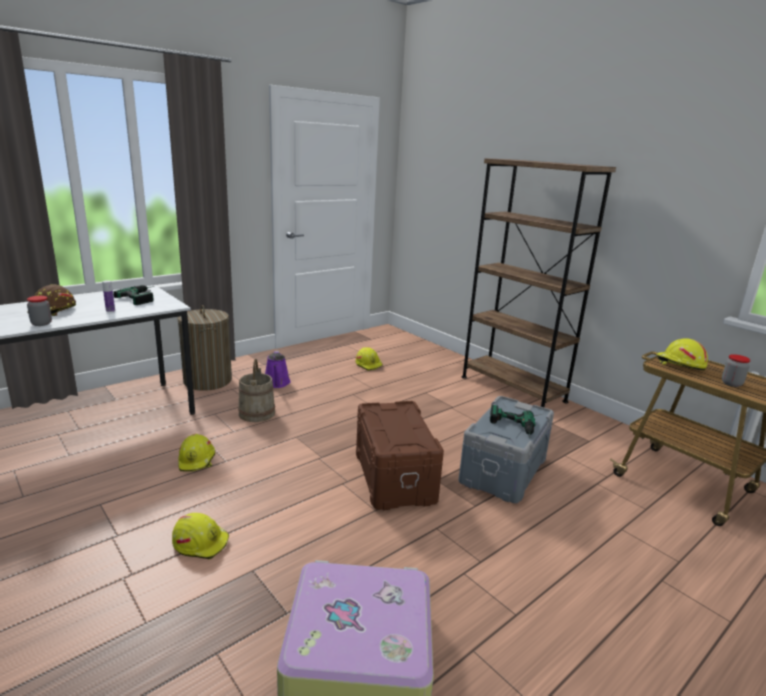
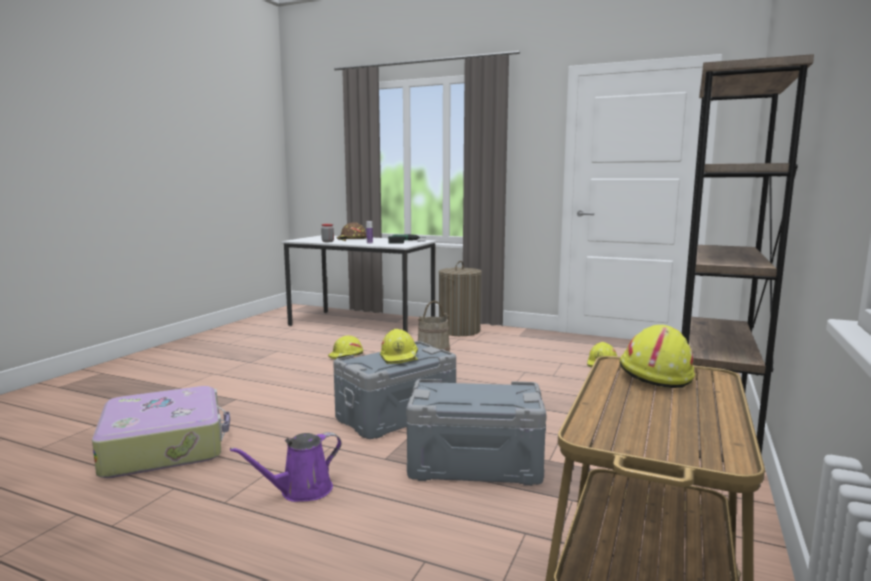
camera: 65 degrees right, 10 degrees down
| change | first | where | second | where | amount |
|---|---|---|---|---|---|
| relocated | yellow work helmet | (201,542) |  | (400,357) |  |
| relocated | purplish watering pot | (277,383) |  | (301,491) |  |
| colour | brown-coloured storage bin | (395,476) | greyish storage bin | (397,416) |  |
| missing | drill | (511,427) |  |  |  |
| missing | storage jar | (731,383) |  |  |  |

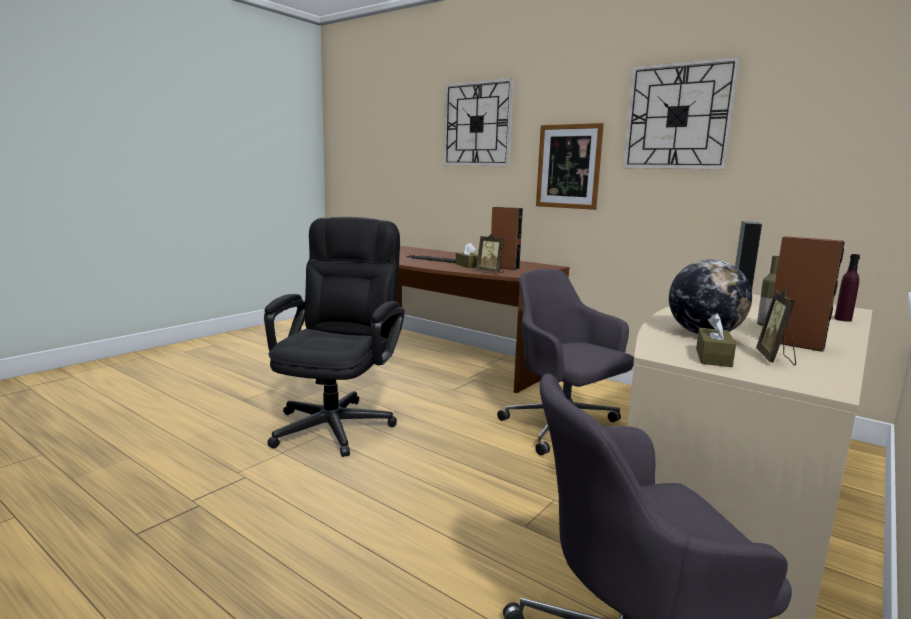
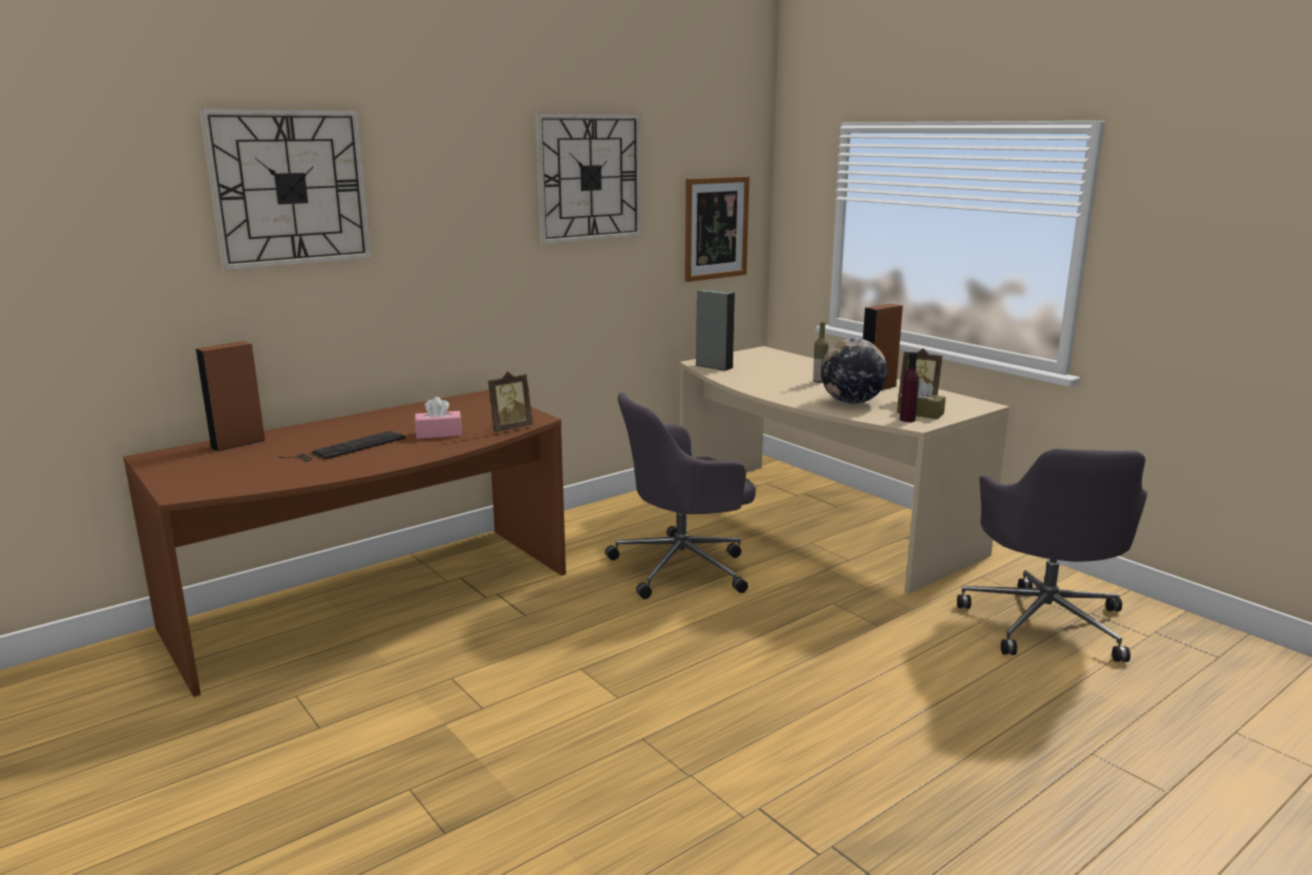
camera: 75 degrees left, 5 degrees up
| change | first | where | second | where | amount |
|---|---|---|---|---|---|
| missing | blackish office chair | (338,421) |  |  |  |
| colour | brown-coloured tissue box | (467,265) | pink tissue box | (439,433) |  |
| relocated | brown-coloured loudspeaker | (504,267) |  | (238,443) |  |
| relocated | picture | (568,166) |  | (716,228) |  |
| relocated | purplish drink bottle | (843,319) |  | (907,419) |  |

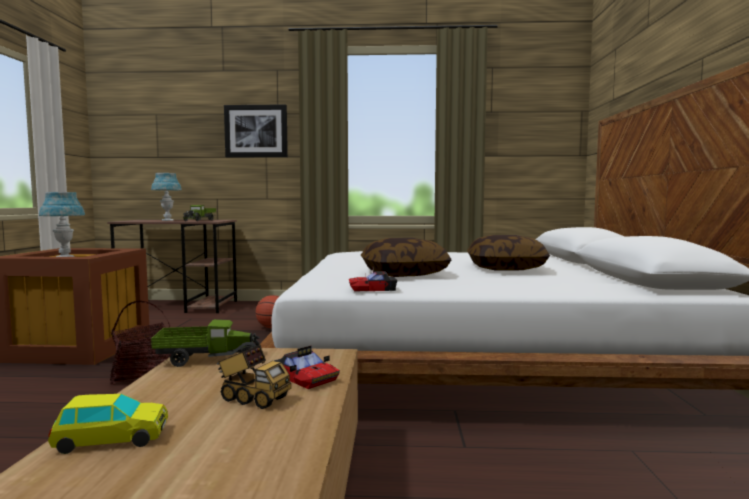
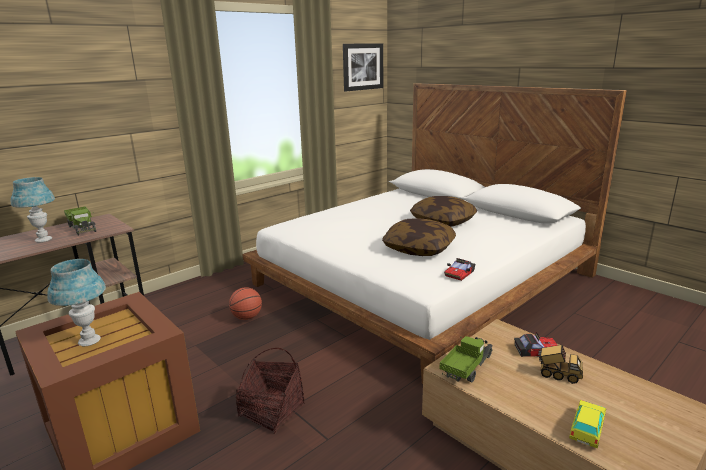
camera: 45 degrees left, 15 degrees up
| change | first | where | second | where | amount |
|---|---|---|---|---|---|
| spun | toy lorry | (253,399) |  | (558,375) | 45 degrees clockwise |
| relocated | picture | (256,131) |  | (362,67) |  |

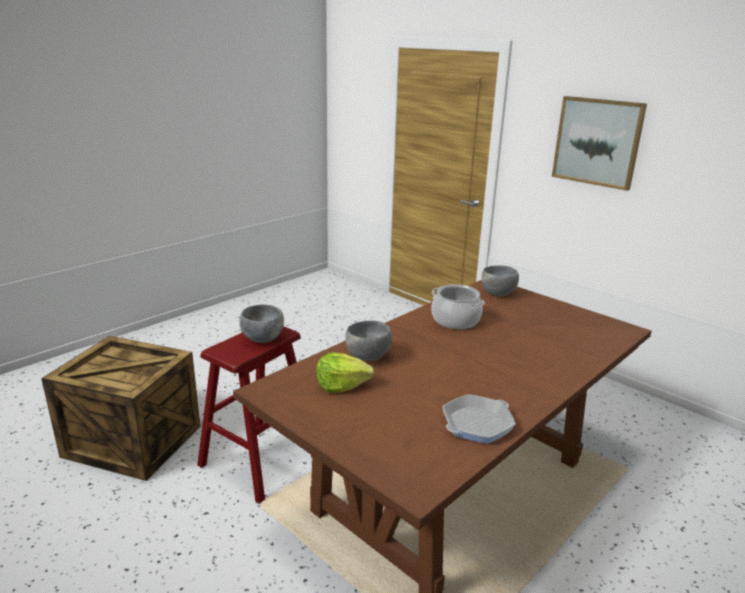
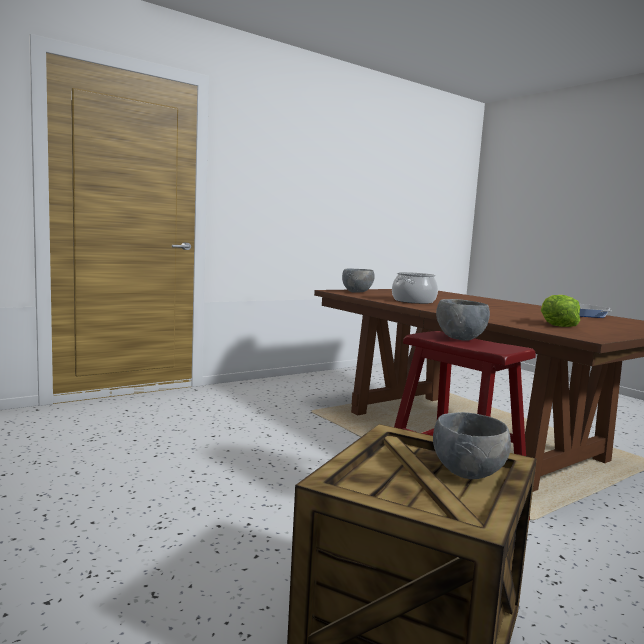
camera: 80 degrees left, 15 degrees down
| change | first | where | second | where | amount |
|---|---|---|---|---|---|
| relocated | greyish serving bowl | (368,357) |  | (467,473) |  |
| missing | picture | (597,142) |  |  |  |

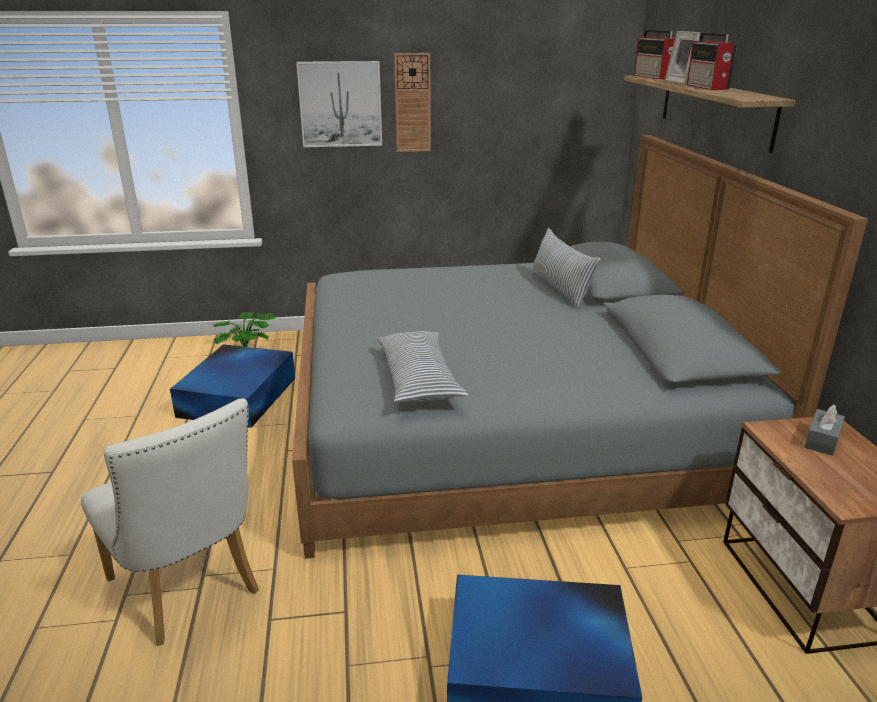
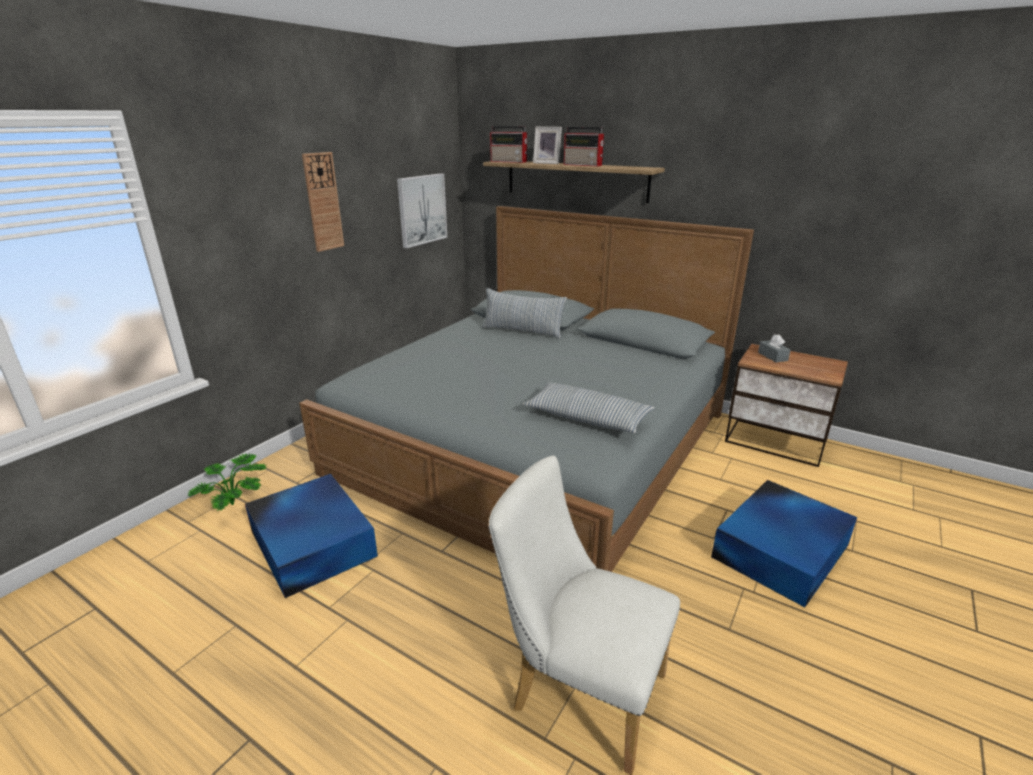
camera: 50 degrees left, 0 degrees up
| change | first | where | second | where | amount |
|---|---|---|---|---|---|
| spun | white chair | (189,591) |  | (578,688) | 150 degrees counterclockwise |
| relocated | picture | (340,104) |  | (422,209) |  |

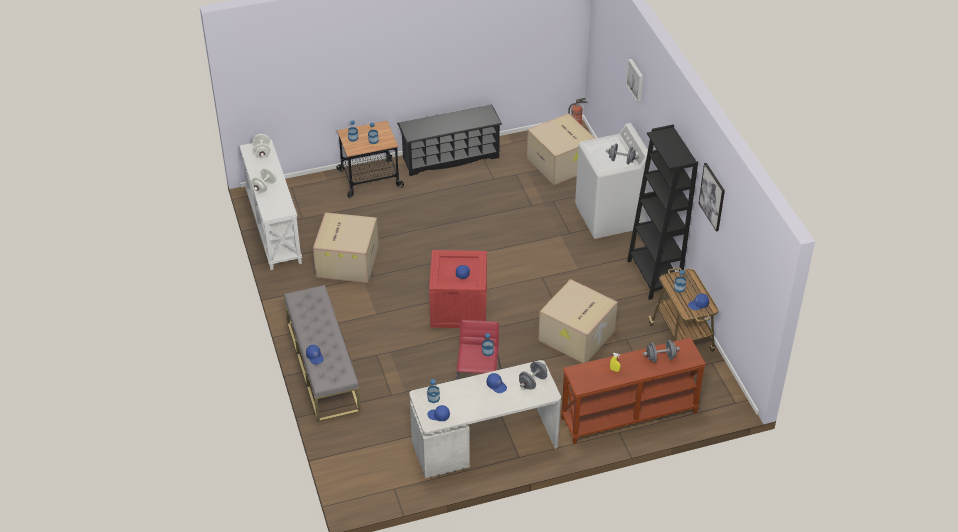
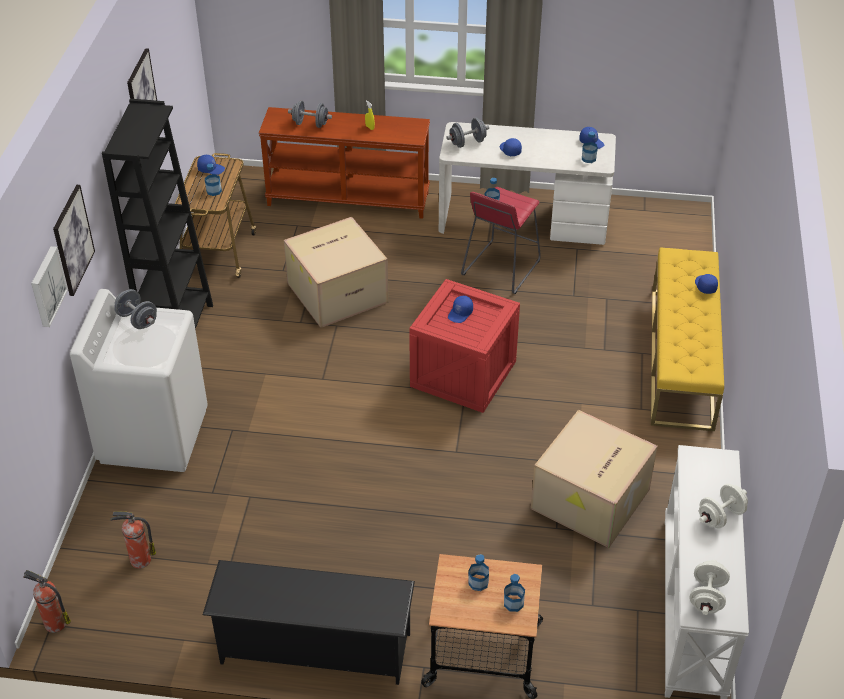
camera: 155 degrees left, 0 degrees up
| change | first | where | second | where | amount |
|---|---|---|---|---|---|
| colour | greyish indoor bench | (322,366) | yellow indoor bench | (681,358) |  |
| exchanged | cardboard box | (561,163) | fire-fighting cylinder | (139,560) |  |
| appeared |  |  | picture | (72,240) |  |

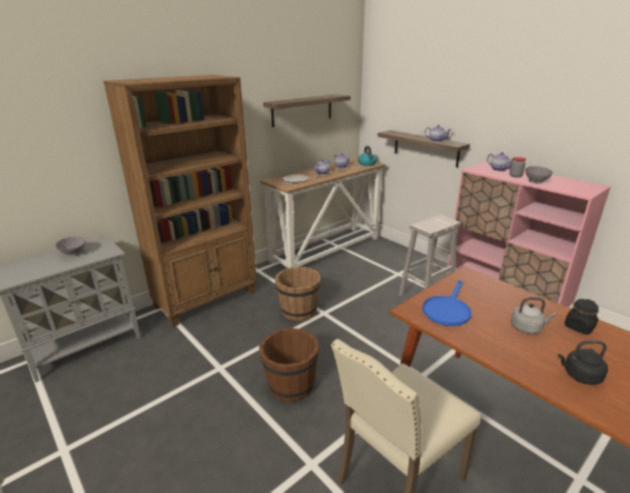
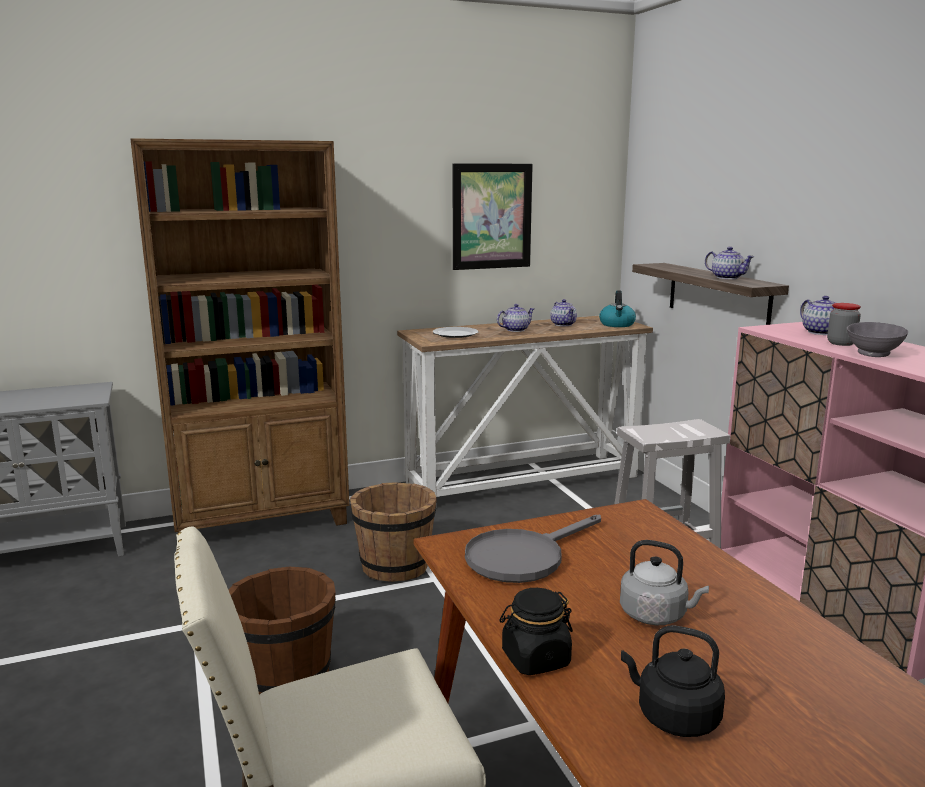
camera: 20 degrees right, 10 degrees down
| change | first | where | second | where | amount |
|---|---|---|---|---|---|
| missing | greyish serving bowl | (73,254) |  |  |  |
| exchanged | bracket shelf | (302,110) | picture | (492,216) |  |
| colour | bluish skillet | (447,309) | greyish skillet | (523,557) |  |
| relocated | blackish storage jar | (579,327) |  | (535,659) |  |

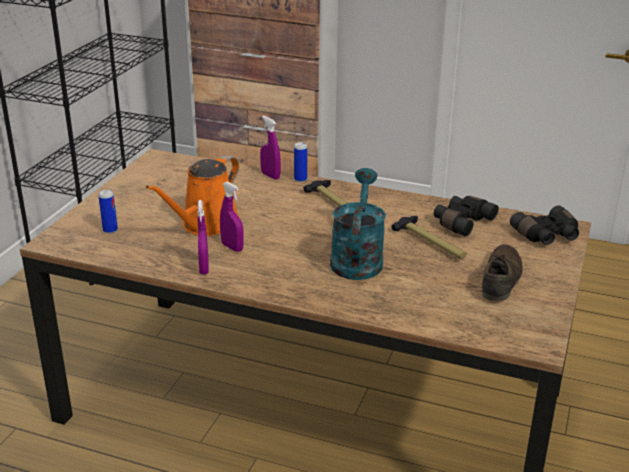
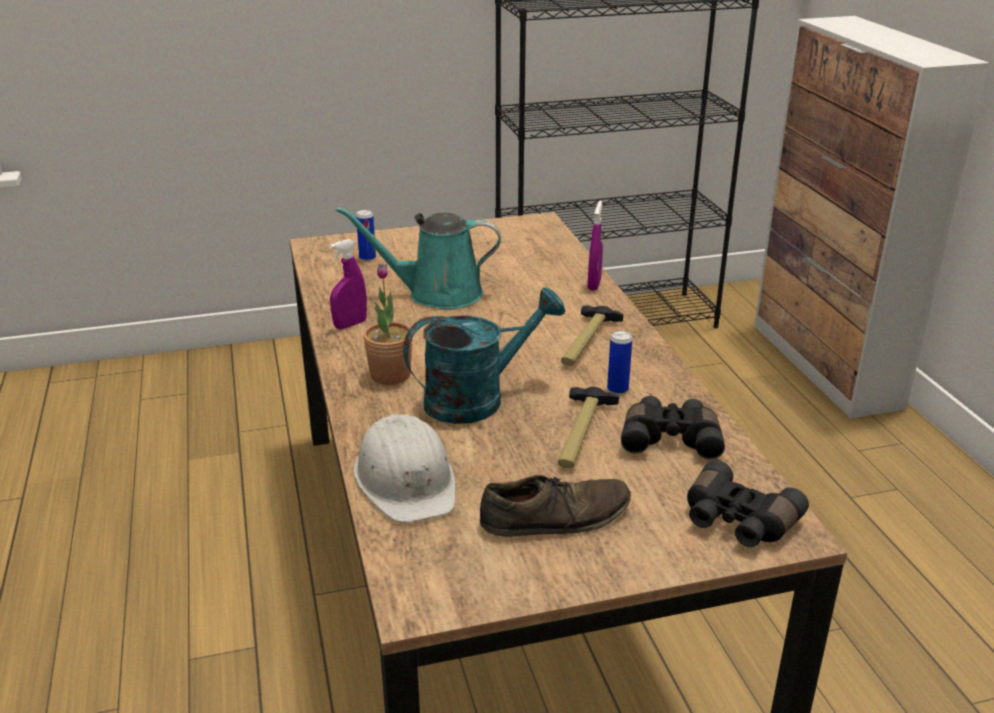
camera: 55 degrees right, 0 degrees up
| change | first | where | second | where | amount |
|---|---|---|---|---|---|
| colour | orange-coloured watering pot | (206,225) | turquoise-coloured watering pot | (437,294) |  |
| missing | purplish spray bottle | (232,247) |  |  |  |
| relocated | sealed can | (300,179) |  | (617,389) |  |
| appeared |  |  | white work helmet | (406,480) |  |
| appeared |  |  | potted plant | (390,375) |  |

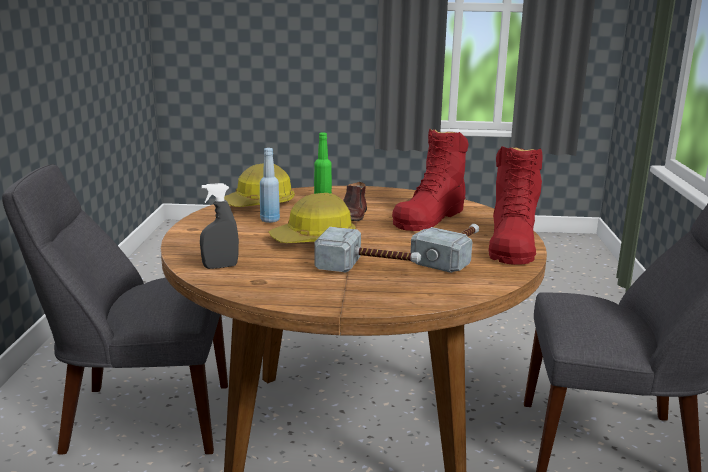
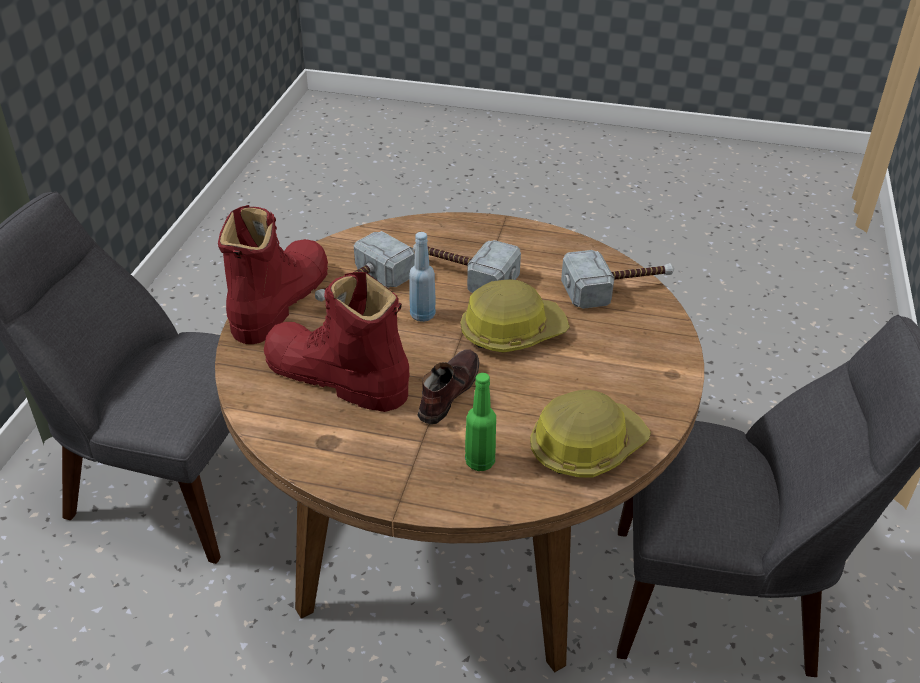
camera: 170 degrees left, 20 degrees up
| change | first | where | second | where | amount |
|---|---|---|---|---|---|
| exchanged | greyish spray bottle | (220,266) | hand hammer | (618,288) |  |
| relocated | bluish drink bottle | (270,220) |  | (422,315) |  |
| spun | red-coloured tall boot | (430,217) |  | (336,377) | 105 degrees counterclockwise |

